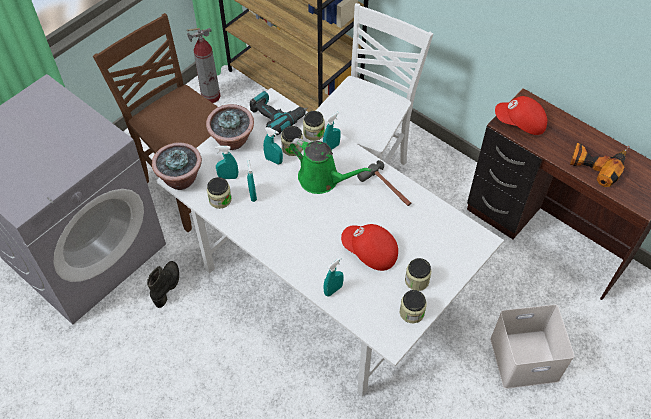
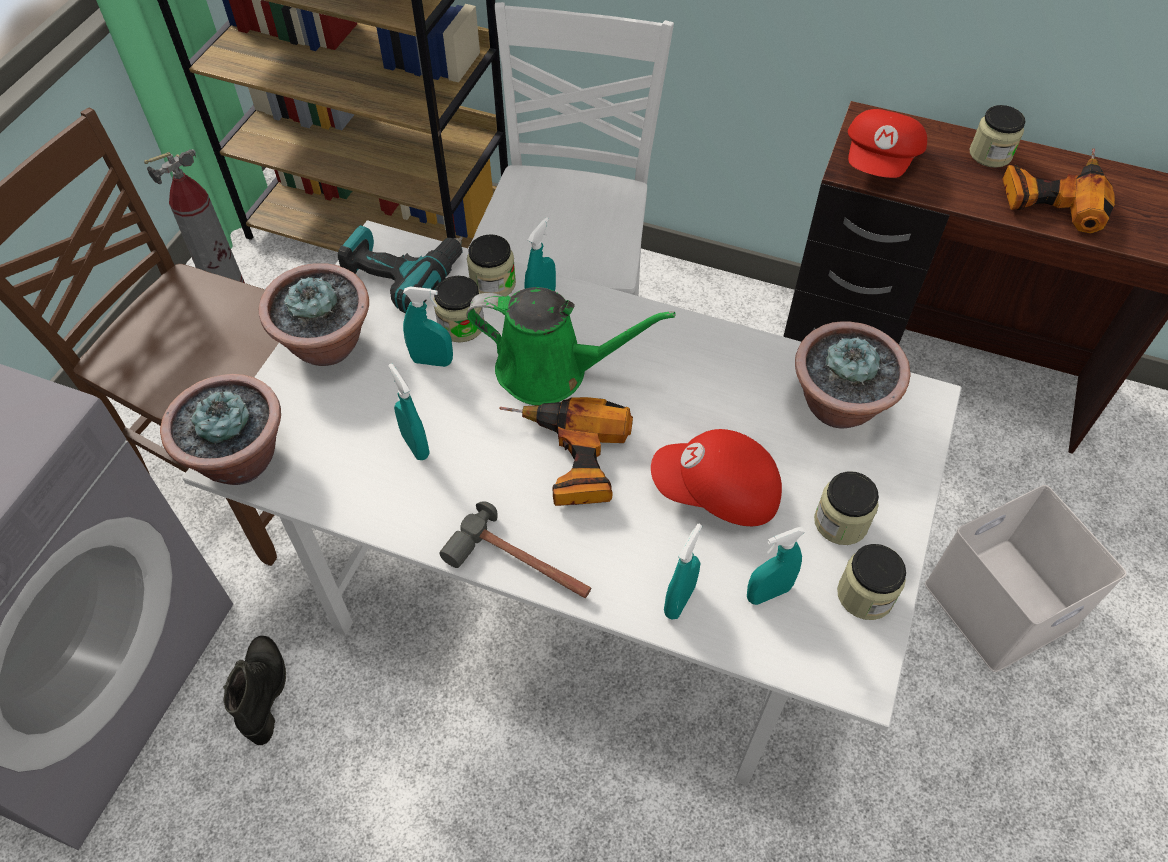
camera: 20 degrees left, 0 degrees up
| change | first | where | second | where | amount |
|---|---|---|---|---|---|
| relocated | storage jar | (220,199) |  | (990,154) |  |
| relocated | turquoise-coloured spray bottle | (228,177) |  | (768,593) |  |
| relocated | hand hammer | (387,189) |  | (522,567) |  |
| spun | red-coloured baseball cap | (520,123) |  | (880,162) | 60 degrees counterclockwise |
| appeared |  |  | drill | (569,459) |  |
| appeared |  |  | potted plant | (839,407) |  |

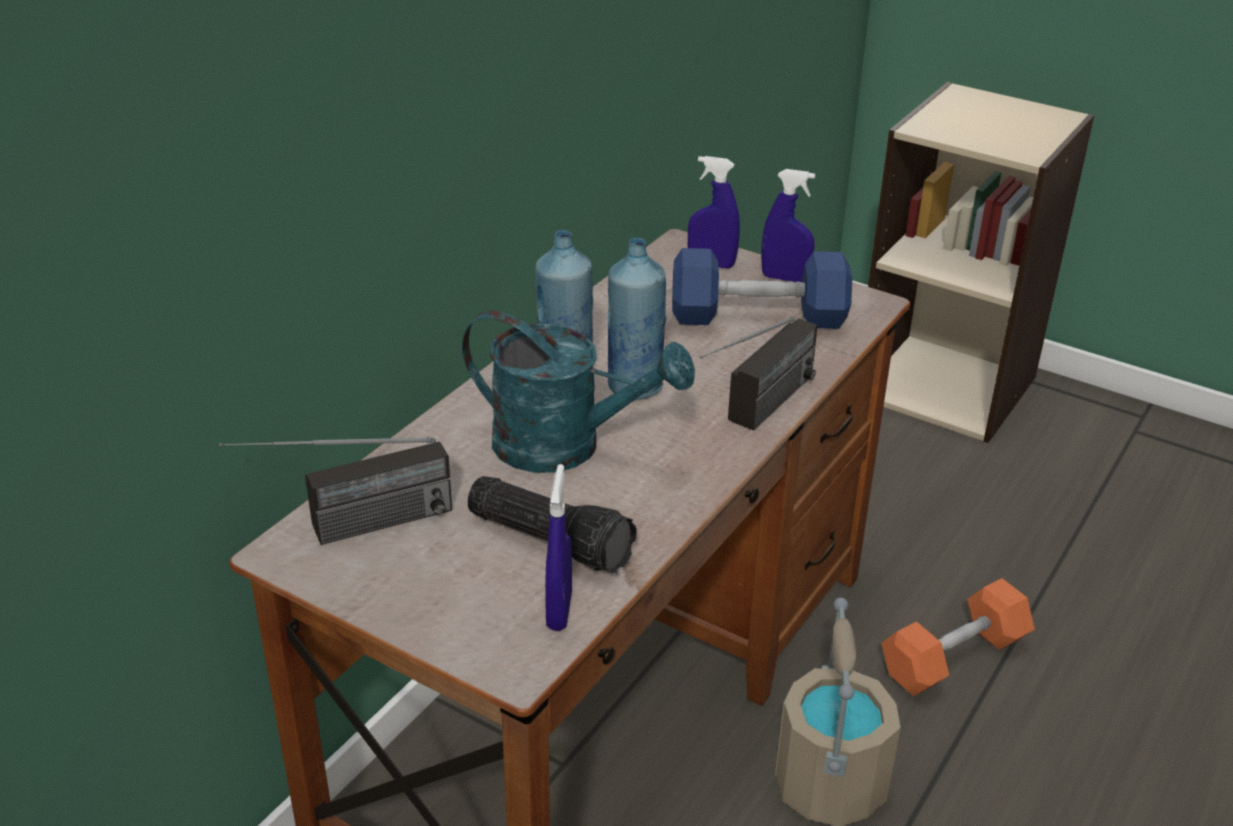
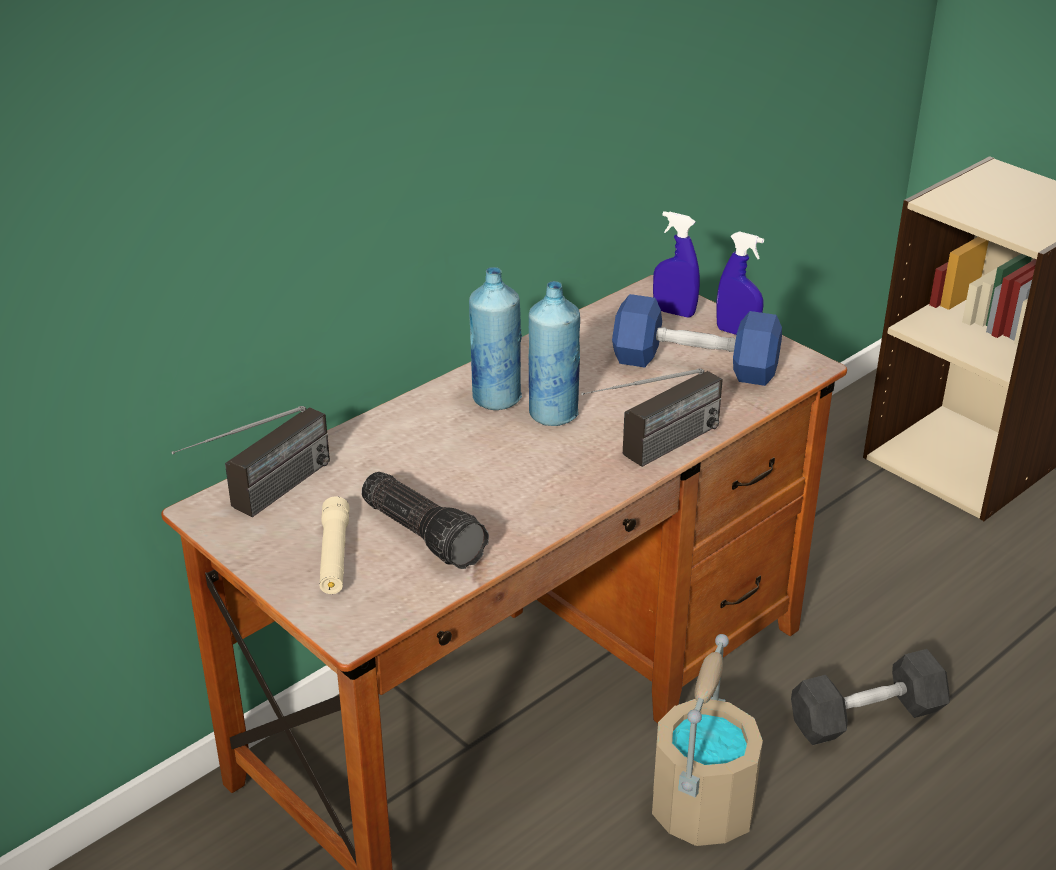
camera: 15 degrees right, 0 degrees up
| change | first | where | second | where | amount |
|---|---|---|---|---|---|
| spun | radio receiver | (347,529) |  | (262,500) | 45 degrees counterclockwise |
| missing | turquoise-coloured watering pot | (565,446) |  |  |  |
| missing | bluish spray bottle | (559,611) |  |  |  |
| colour | orange-coloured dumbbell | (953,657) | greyish dumbbell | (866,717) |  |
| appeared |  |  | beige flashlight | (334,556) |  |

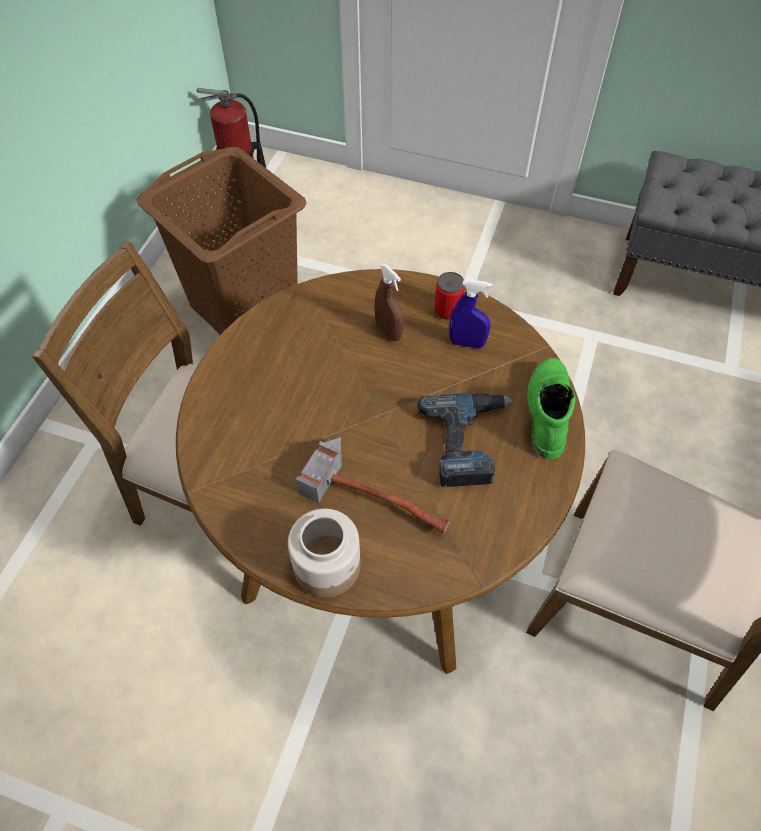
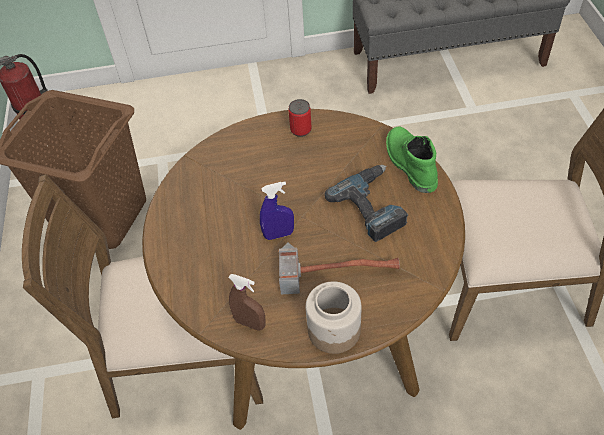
camera: 25 degrees left, 5 degrees down
| change | first | where | second | where | amount |
|---|---|---|---|---|---|
| relocated | brown-coloured spray bottle | (388,331) |  | (250,323) |  |
| relocated | bluish spray bottle | (467,343) |  | (278,234) |  |

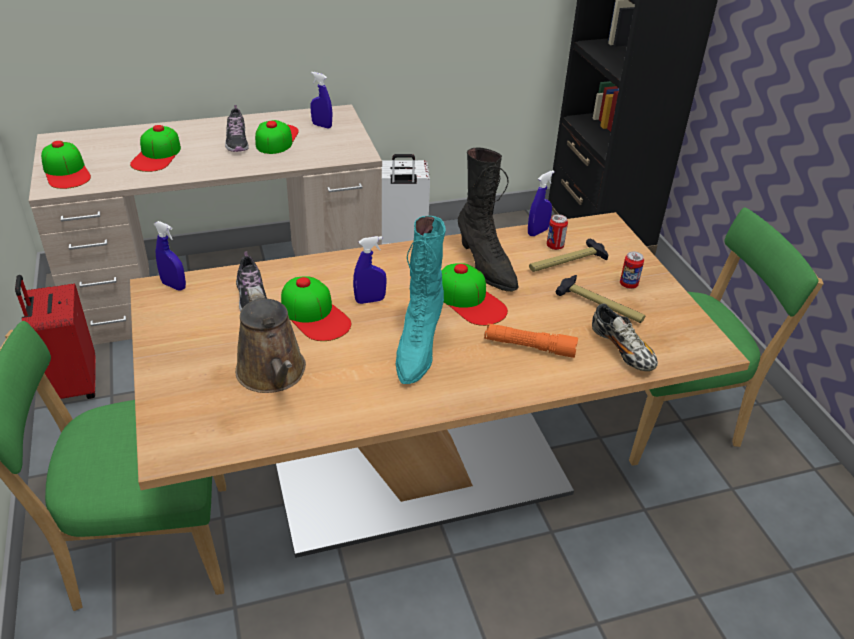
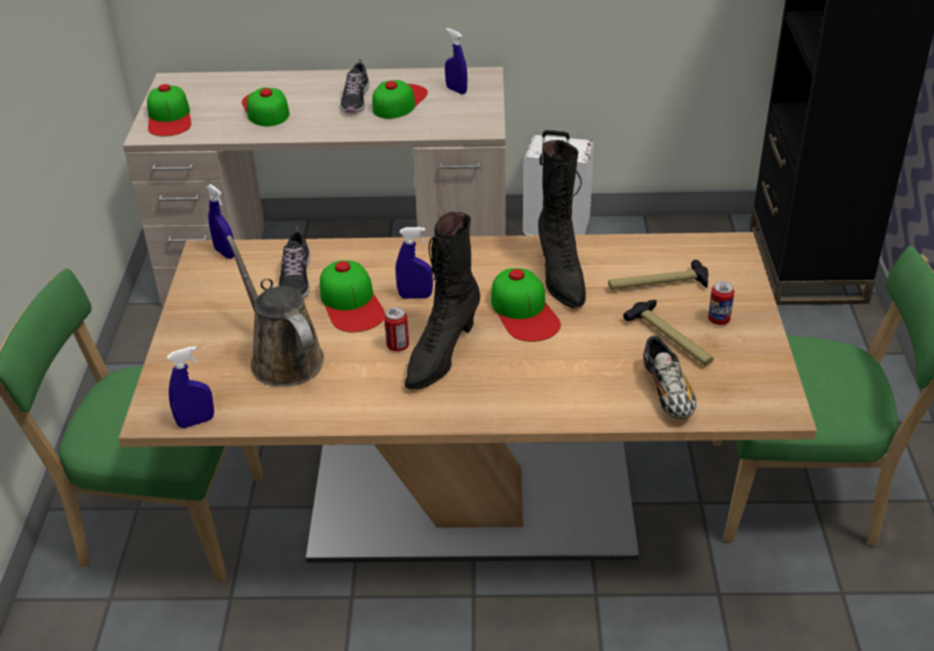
camera: 20 degrees right, 0 degrees up
| change | first | where | second | where | amount |
|---|---|---|---|---|---|
| missing | red-coloured travel case | (72,385) |  |  |  |
| spun | baseball cap | (157,155) |  | (265,108) | 135 degrees clockwise |
| spun | brown-coloured watering pot | (273,374) |  | (283,357) | 150 degrees clockwise |
| colour | turquoise-coloured tall boot | (417,349) | blackish tall boot | (441,355) |  |
| missing | orange-coloured flashlight | (529,347) |  |  |  |
| relocated | bluish spray bottle | (537,232) |  | (196,421) |  |
| relocated | sealed can | (555,246) |  | (397,346) |  |

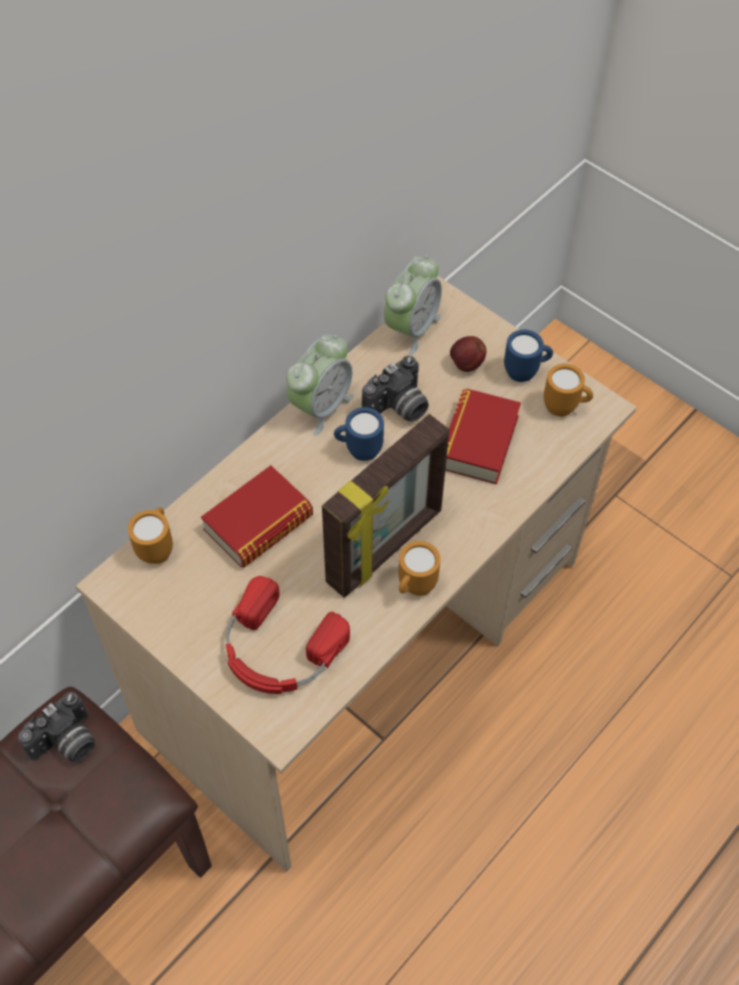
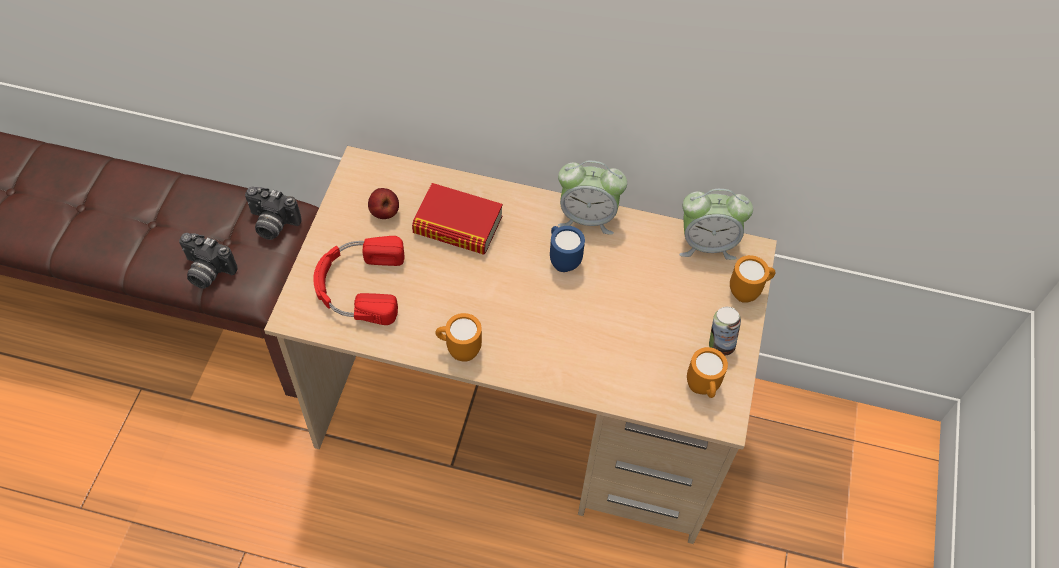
camera: 60 degrees right, 0 degrees up
| change | first | where | second | where | amount |
|---|---|---|---|---|---|
| relocated | orange-coloured coffee mug | (157,548) |  | (748,292) |  |
| missing | photo frame | (386,548) |  |  |  |
| relocated | still camera | (398,409) |  | (207,272) |  |
| missing | volume | (478,442) |  |  |  |
| relocated | apple fruit | (466,365) |  | (384,213) |  |
| exchanged | bluish coffee mug | (525,372) | sealed can | (720,344) |  |

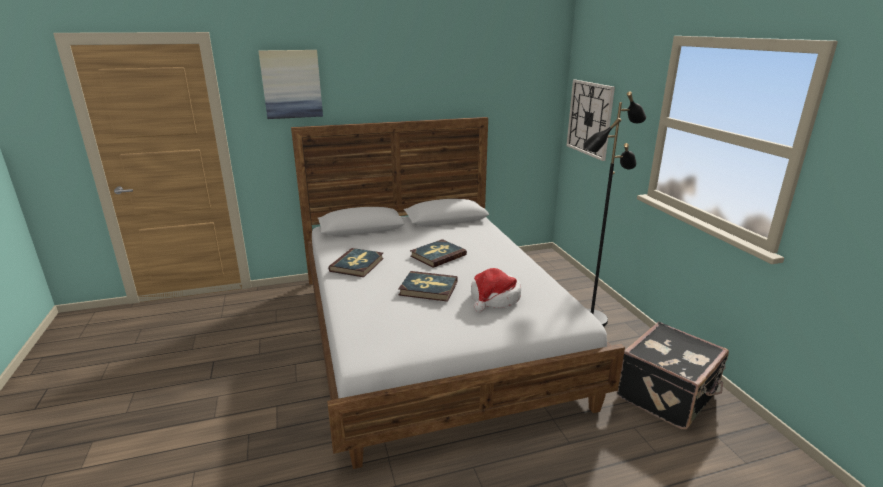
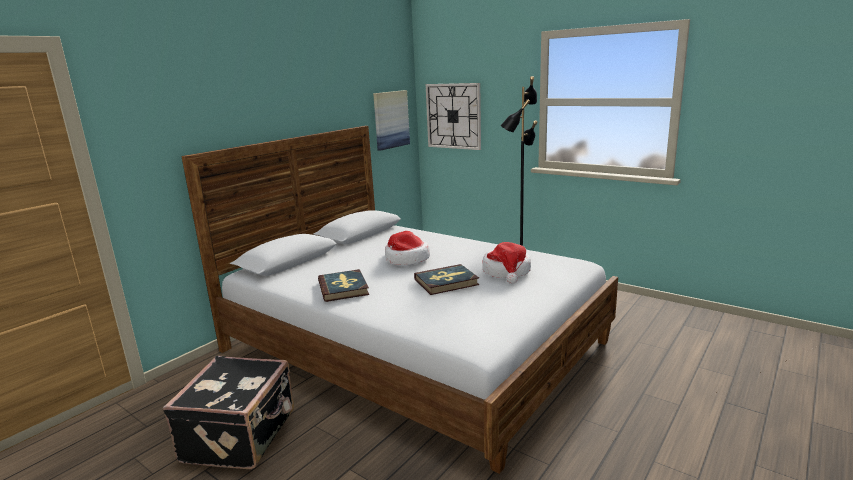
camera: 35 degrees left, 5 degrees down
| change | first | where | second | where | amount |
|---|---|---|---|---|---|
| relocated | picture | (291,84) |  | (391,119) |  |
| exchanged | volume | (438,255) | wearable hat | (406,259) |  |
| relocated | blackish travel case | (668,396) |  | (242,436) |  |

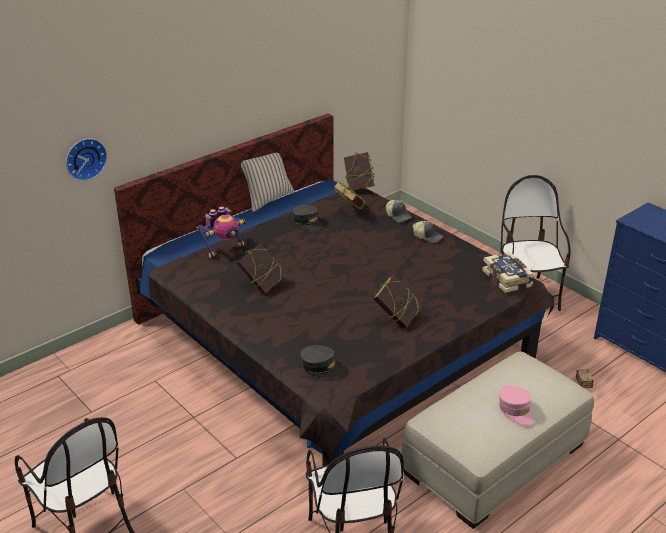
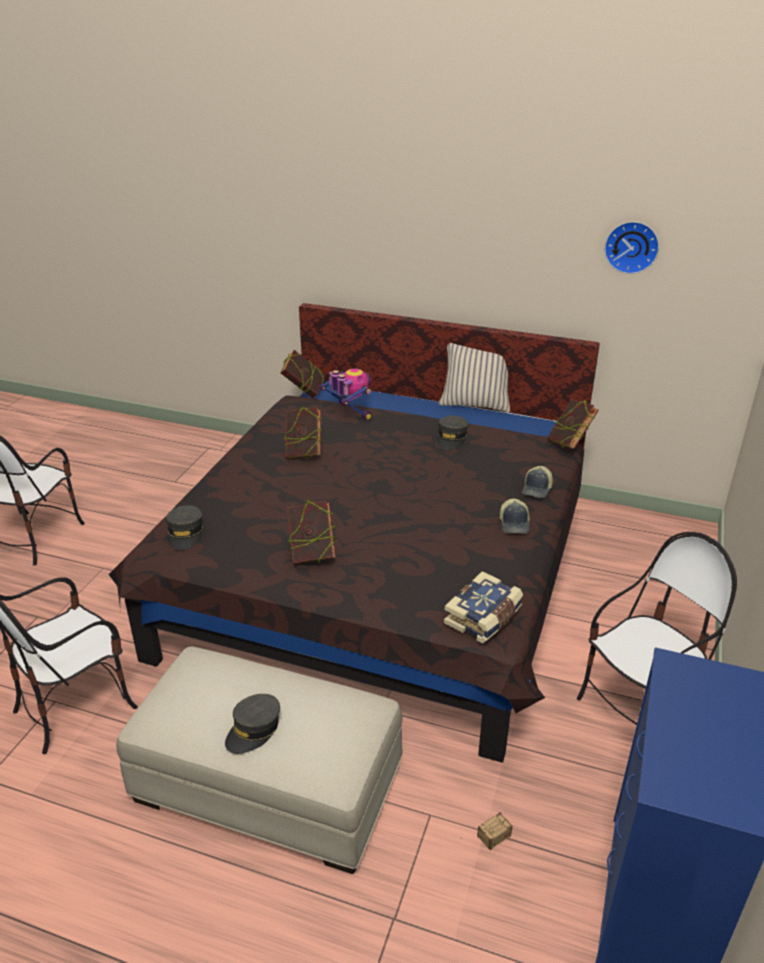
camera: 60 degrees right, 0 degrees up
| change | first | where | second | where | amount |
|---|---|---|---|---|---|
| relocated | wall clock | (84,158) |  | (631,246) |  |
| spun | toy robot | (224,249) |  | (349,413) | 150 degrees counterclockwise |
| relocated | volume | (350,211) |  | (304,392) |  |
| colour | pink baseball cap | (515,410) | greyish baseball cap | (253,730) |  |

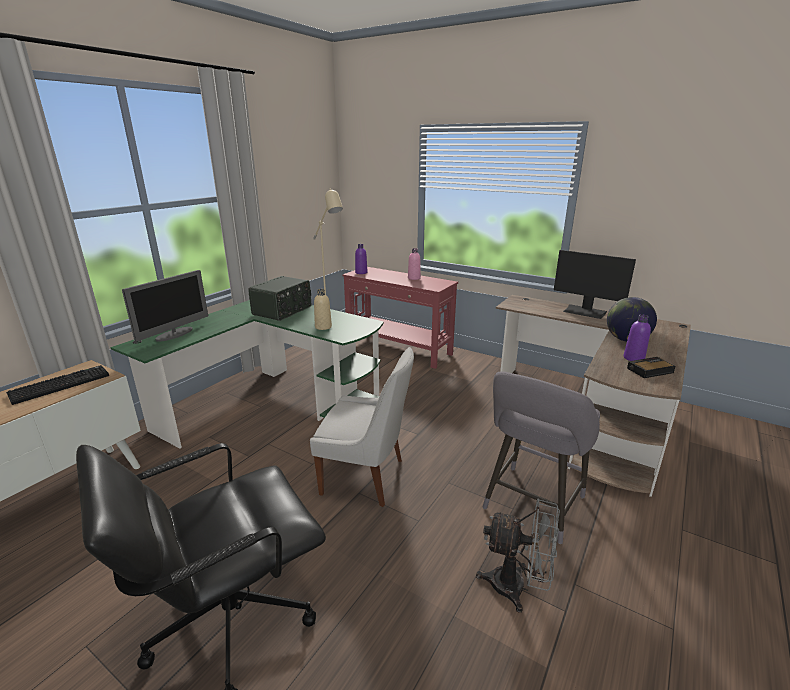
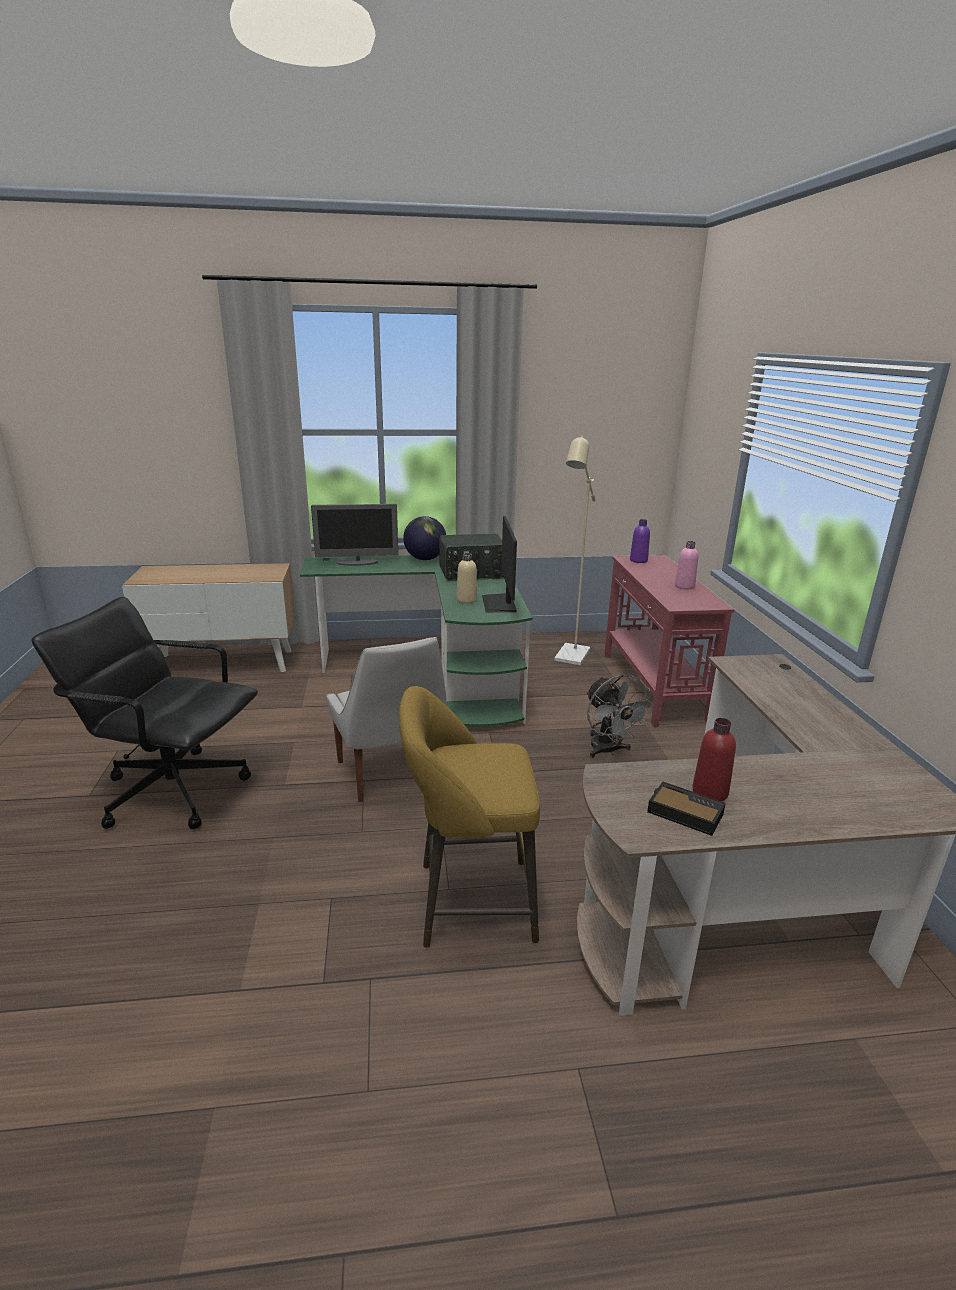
camera: 50 degrees right, 0 degrees up
| change | first | where | second | where | amount |
|---|---|---|---|---|---|
| missing | keyboard | (61,384) |  |  |  |
| relocated | greyish fan | (517,587) |  | (608,751) |  |
| colour | greyish stool | (531,506) | yellow stool | (468,902) |  |
| relocated | computer display | (585,311) |  | (500,603) |  |
| relocated | world globe | (626,340) |  | (425,559) |  |
| colour | purplish drink bottle | (633,358) | red-coloured drink bottle | (710,792) |  |

